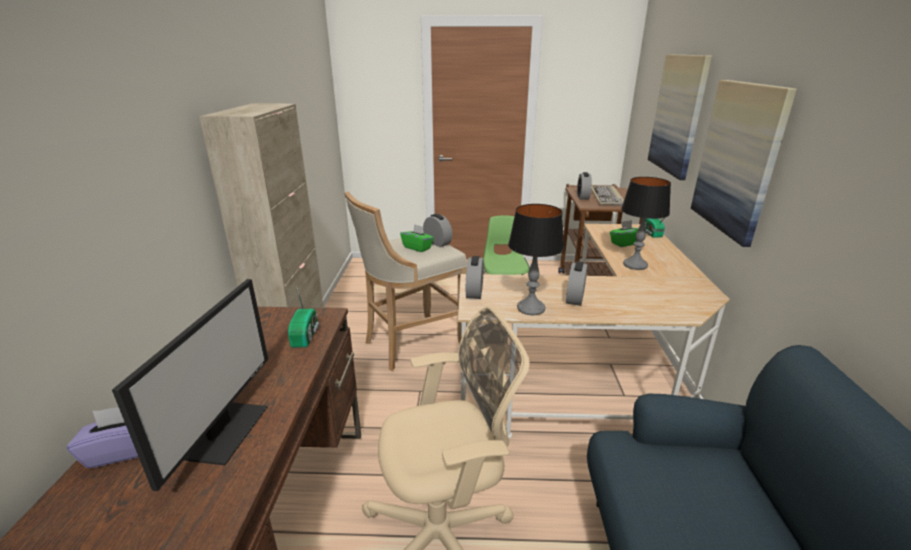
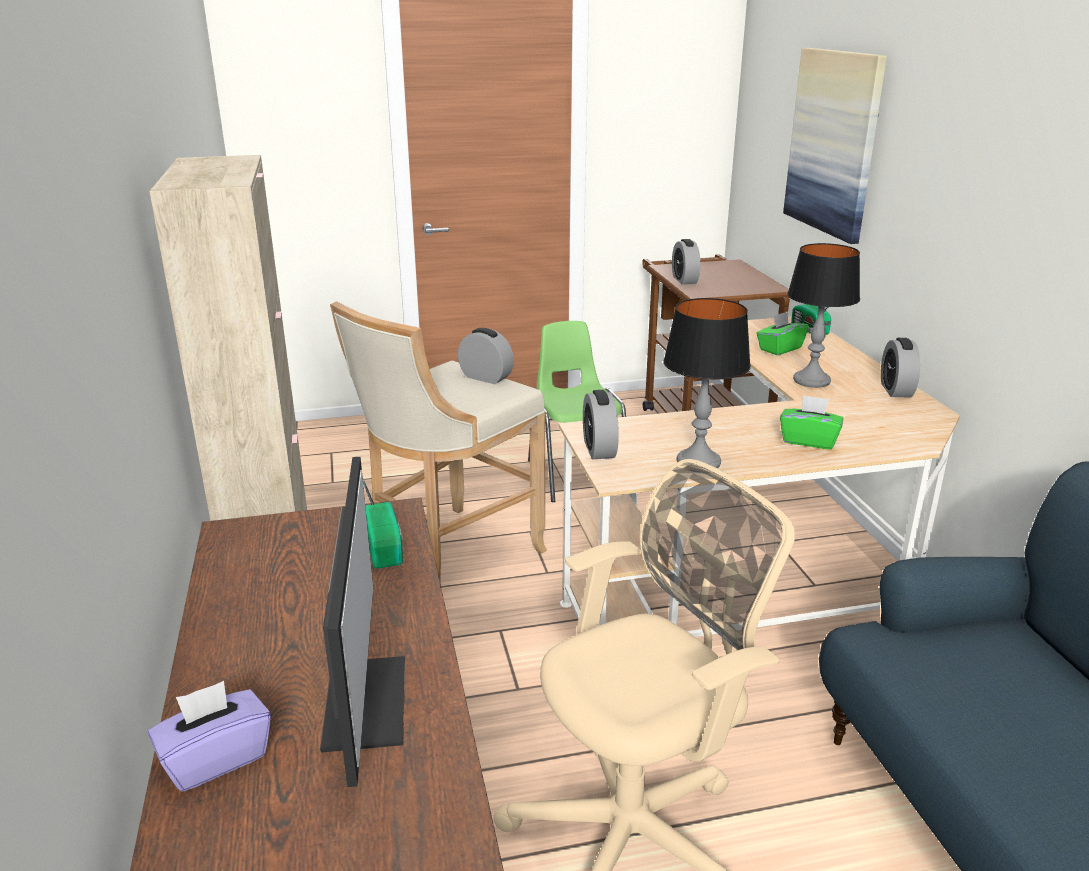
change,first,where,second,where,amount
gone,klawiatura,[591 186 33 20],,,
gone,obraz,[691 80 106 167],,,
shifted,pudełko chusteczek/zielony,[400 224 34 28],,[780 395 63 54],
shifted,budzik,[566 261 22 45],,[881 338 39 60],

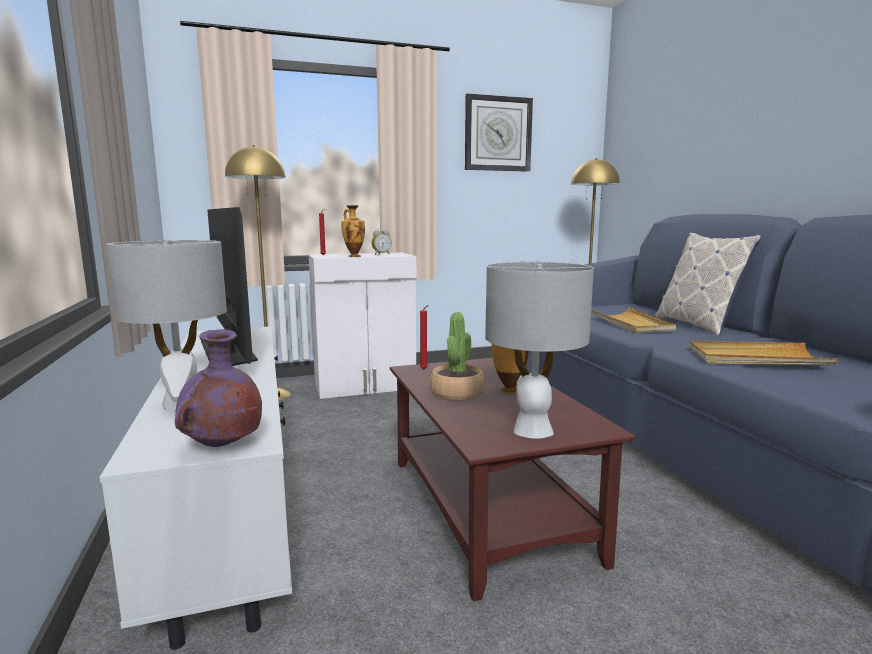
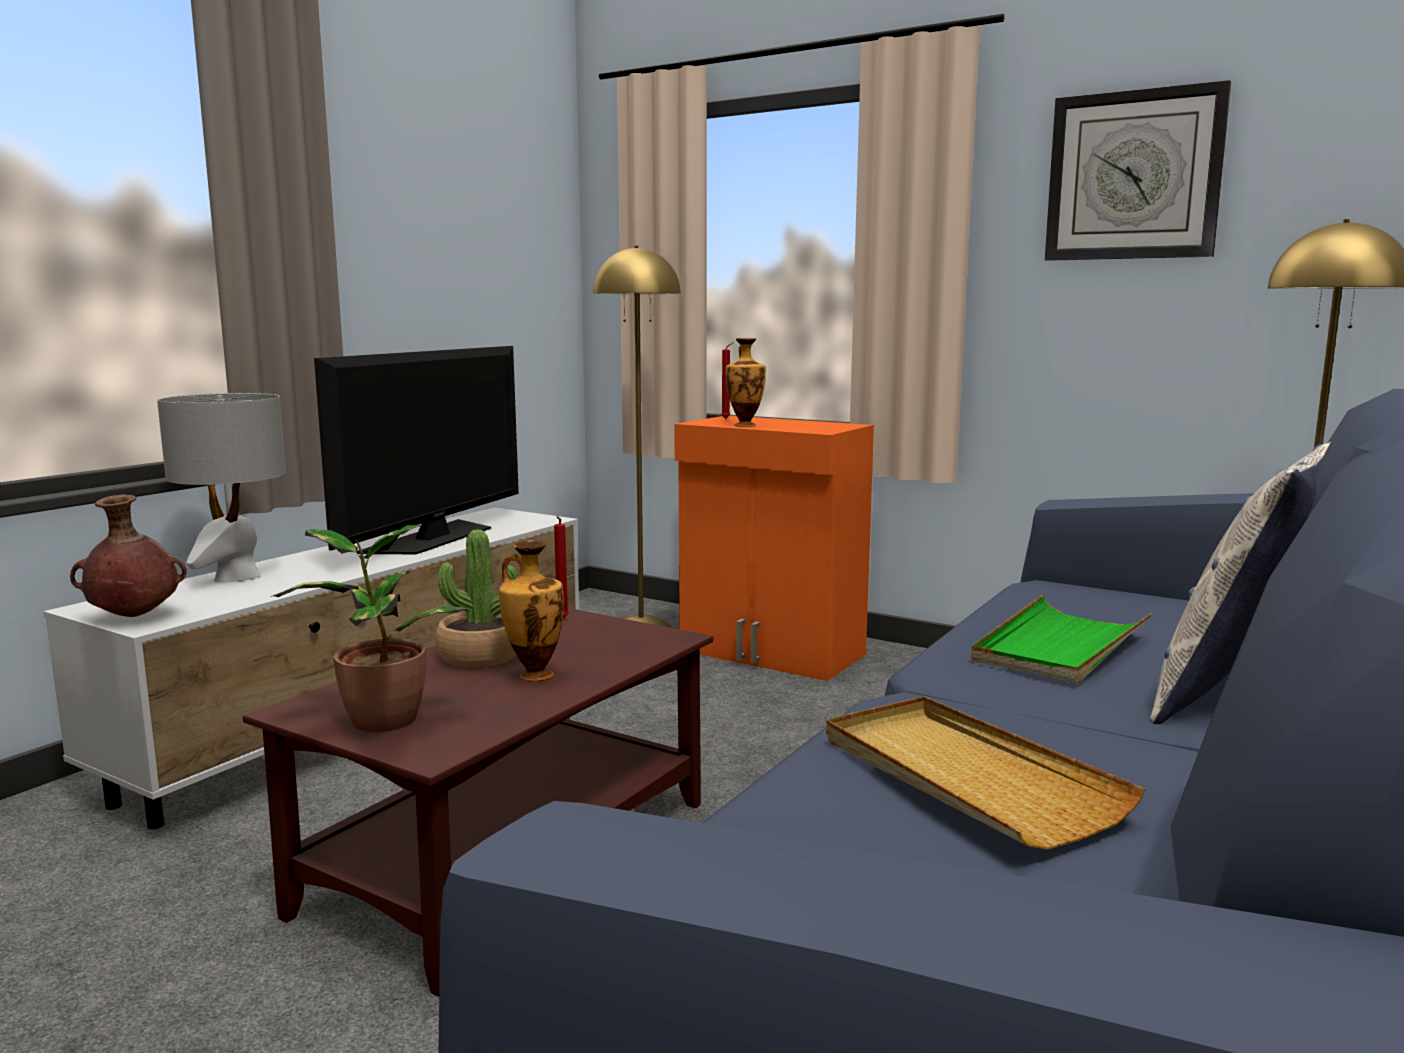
change,first,where,second,where,amount
gone,budzik,[372 230 19 25],,,
swapped,lampa stołowa/szary,[485 262 109 177],roślina doniczkowa,[271 525 197 207],
repainted,wazon/fioletowy,[175 329 87 118],wazon/brązowy,[70 494 117 123],
repainted,szafka/biały,[309 252 108 147],szafka/pomarańczowy,[674 416 200 265],
repainted,taca/beżowy,[591 308 85 25],taca/zielony,[971 595 181 89],

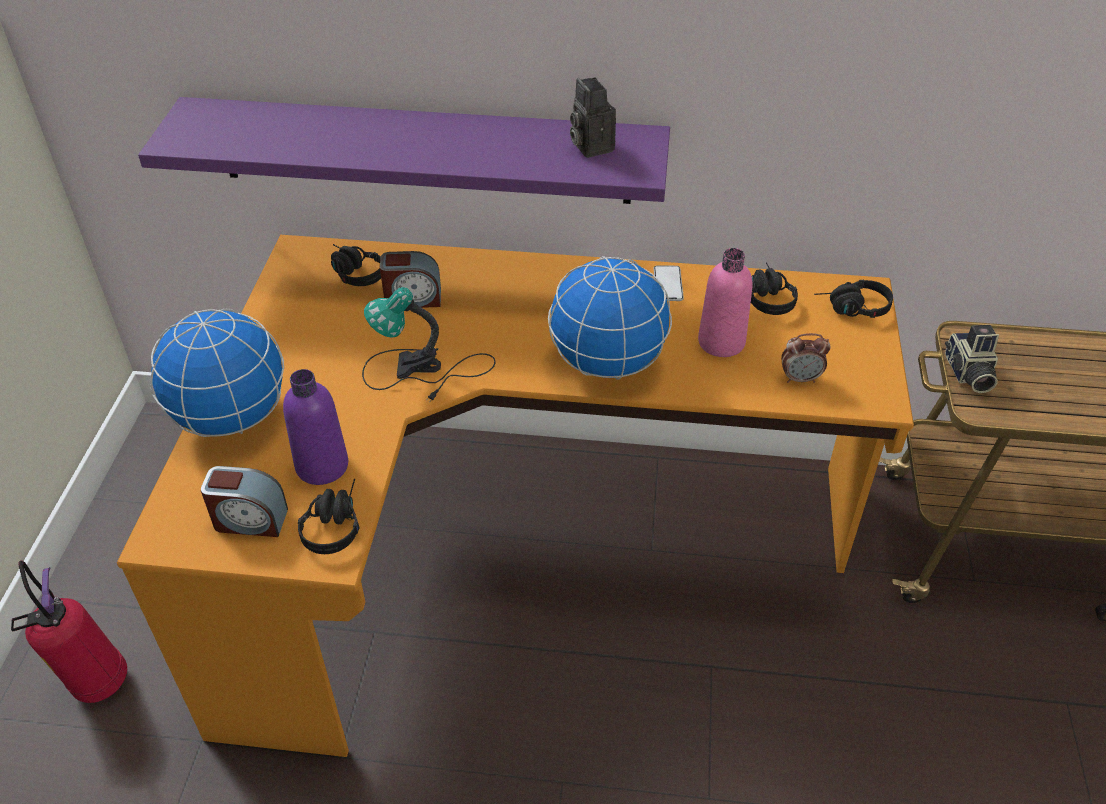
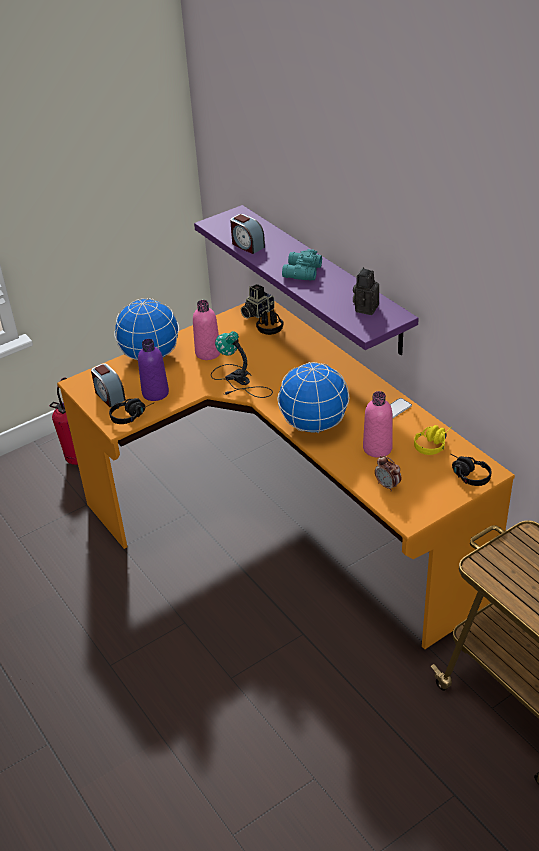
change,first,where,second,where,amount
new,,,butelka/różowy,[193 300 27 60],
new,,,lornetka/turkusowy,[282 249 40 32],
shifted,budzik,[380 251 61 57],,[230 214 35 40],
shifted,aparat fotograficzny,[945 325 54 68],,[241 284 34 35],
repainted,słuchawki/czarny,[751 262 47 53],słuchawki/żółty,[414 425 38 30],

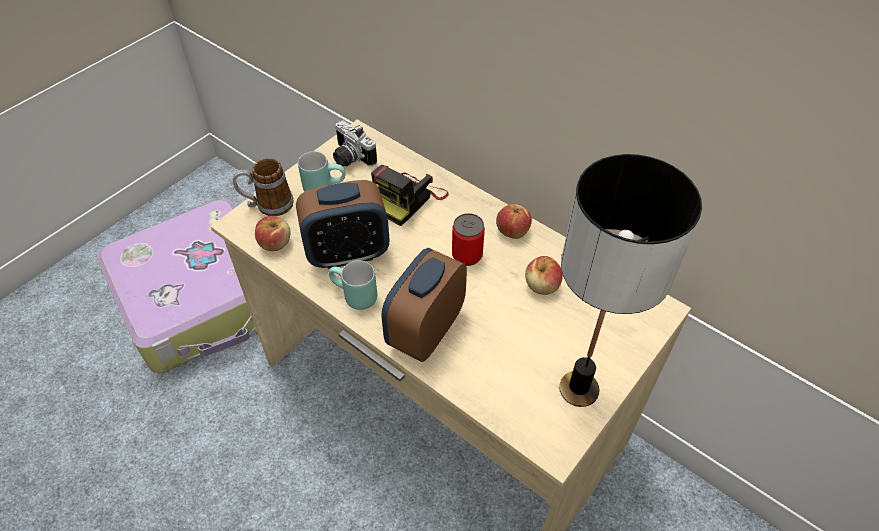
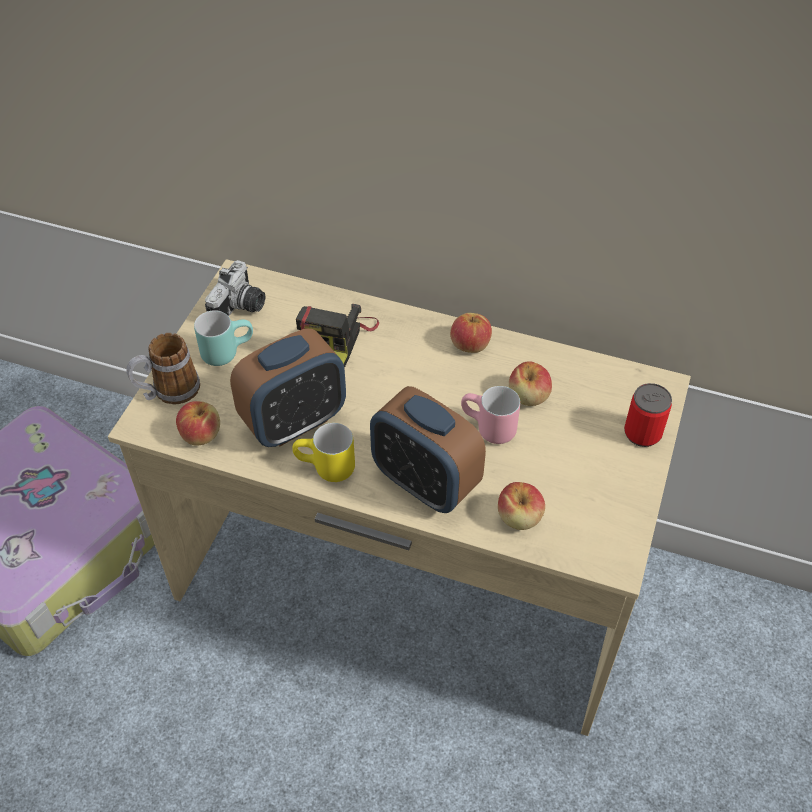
change,first,where,second,where,amount
gone,lampa stołowa,[559 154 143 253],,,
new,,,kubek/różowy,[461 386 59 58],
new,,,jabłko,[498 482 47 48],
shifted,puszka,[452 213 33 53],,[624 383 48 64],
repainted,kubek/turkusowy,[329 260 48 50],kubek/żółty,[292 423 63 59],
rotated,aparat fotograficzny,[333 120 44 46],,[205 260 60 56],90 degrees counterclockwise
rotated,budzik,[382 248 85 114],,[370 386 116 127],60 degrees counterclockwise

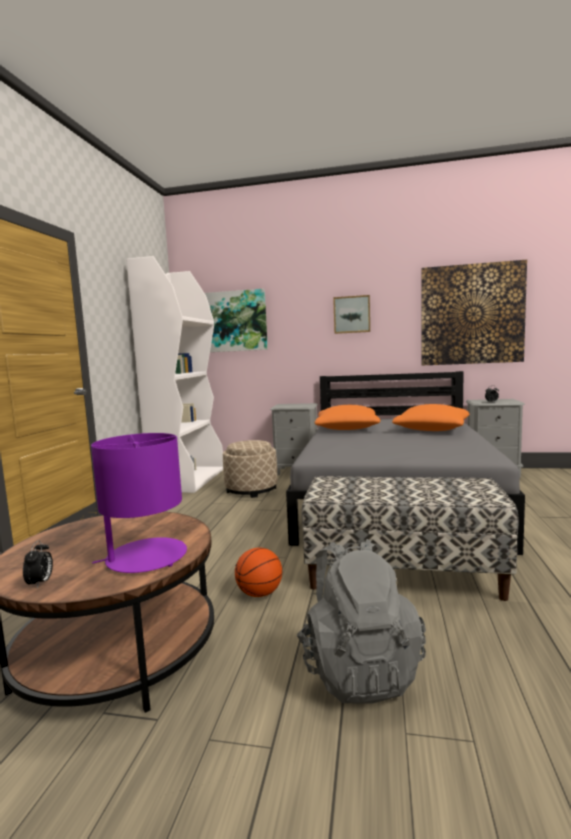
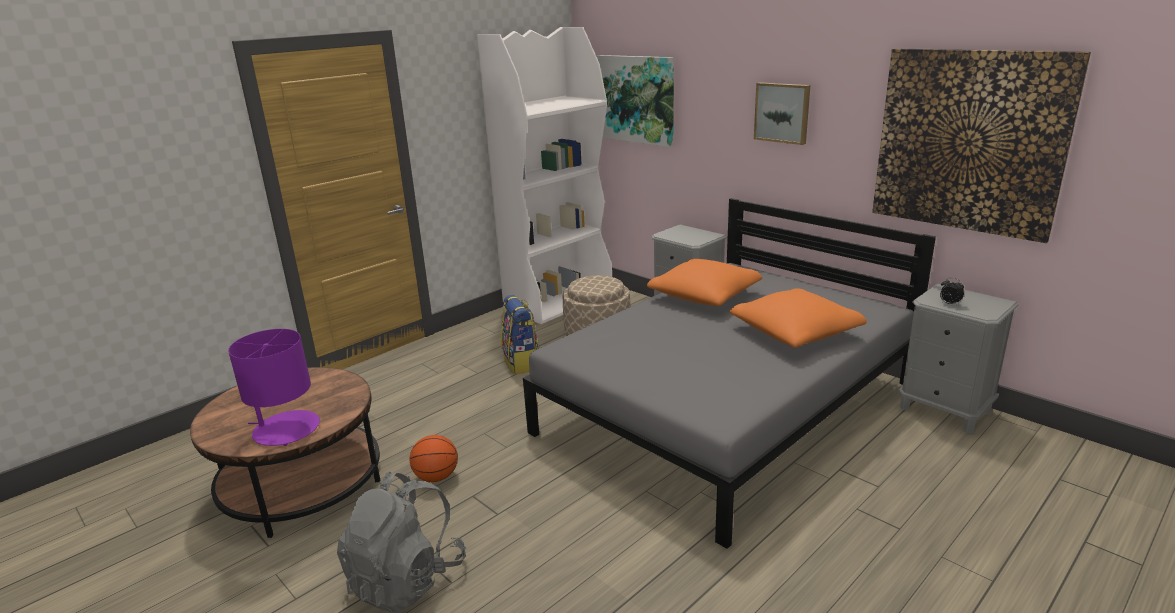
change,first,where,second,where,amount
gone,budzik,[23 540 30 49],,,
gone,ławka,[301 476 218 125],,,
new,,,plecak,[501 295 38 80],

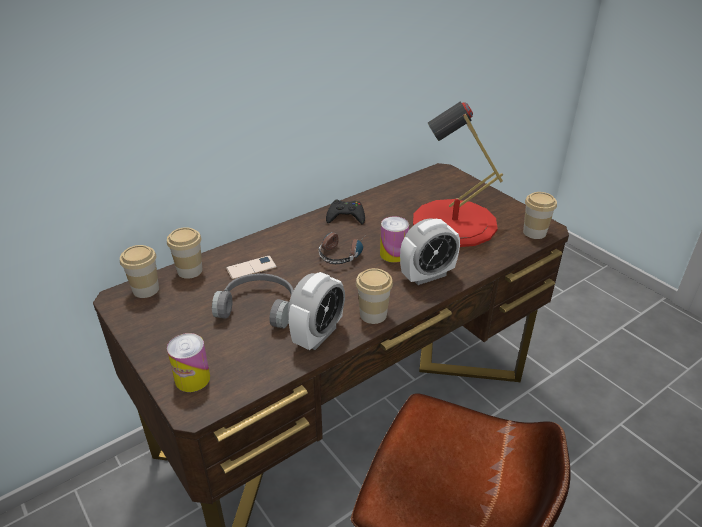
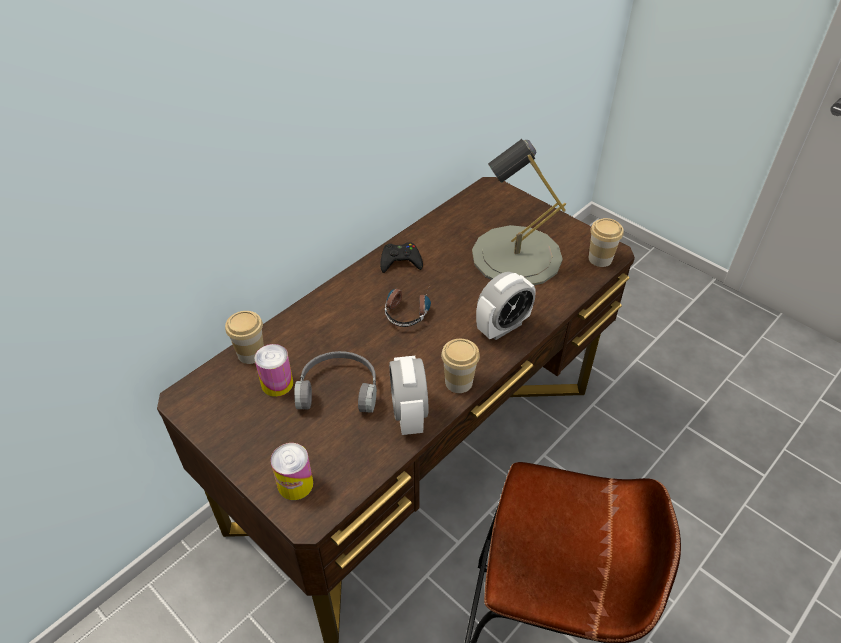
change,first,where,second,where,amount
gone,filiżanka,[120 245 39 53],,,
gone,telefon,[226 256 51 24],,,
shifted,puszka,[380 217 29 46],,[255 344 38 53],
repainted,lampa stołowa/czerwony,[413 102 90 145],lampa stołowa/szary,[472 139 94 146],
rotated,budzik,[288 272 57 78],,[389 356 40 79],150 degrees clockwise

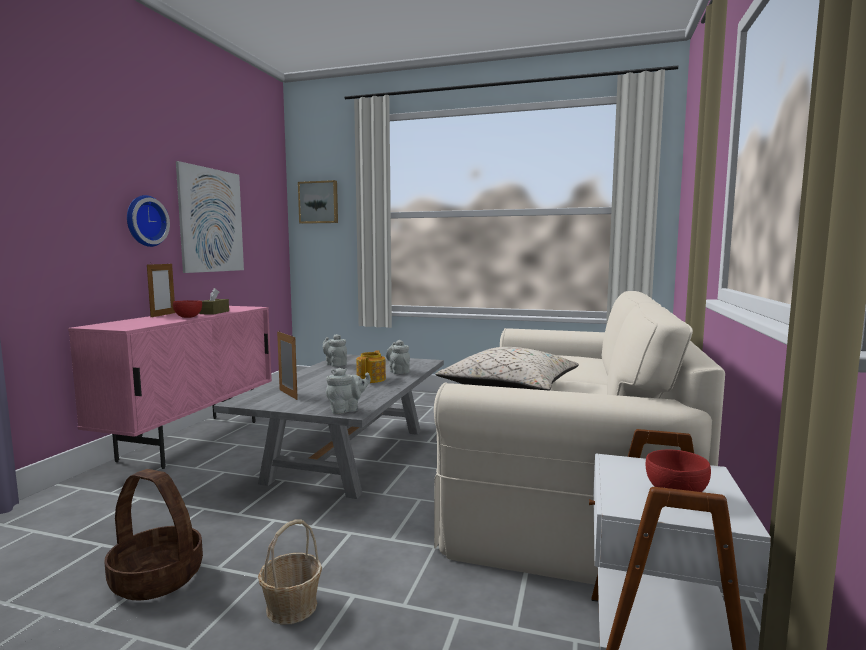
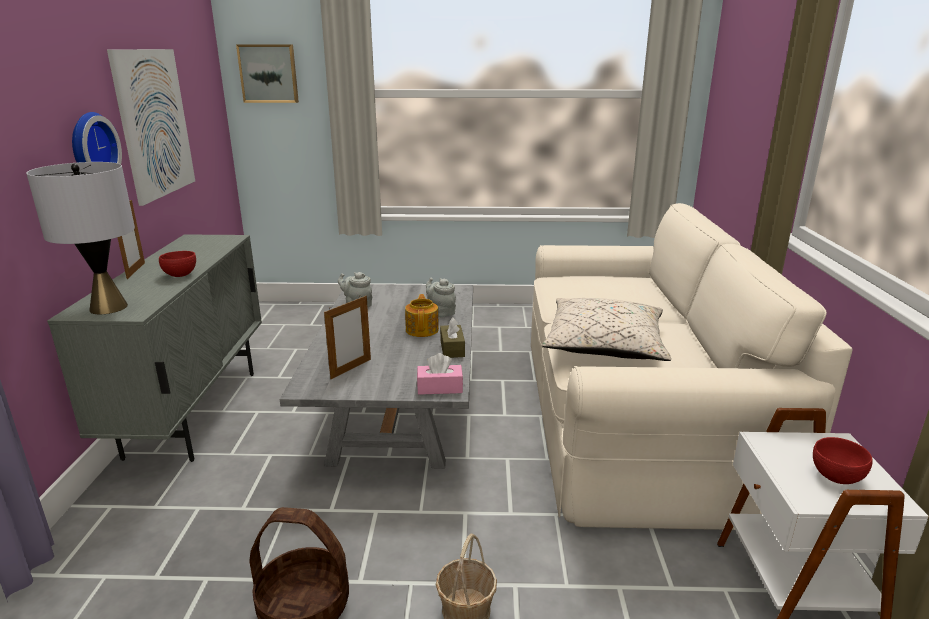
change,first,where,second,where,amount
new,,,lampa stołowa/szary,[26 162 109 152],
shifted,pudełko chusteczek/brązowy,[199 288 30 27],,[440 318 25 40],
swapped,imbryk/szary,[326 368 45 46],pudełko chusteczek/różowy,[417 353 46 42],
repainted,szafka/różowy,[68 306 204 163],szafka/szary,[47 235 215 227],
rotated,ramka na zdjęcie,[277 331 21 69],,[324 295 47 84],90 degrees clockwise

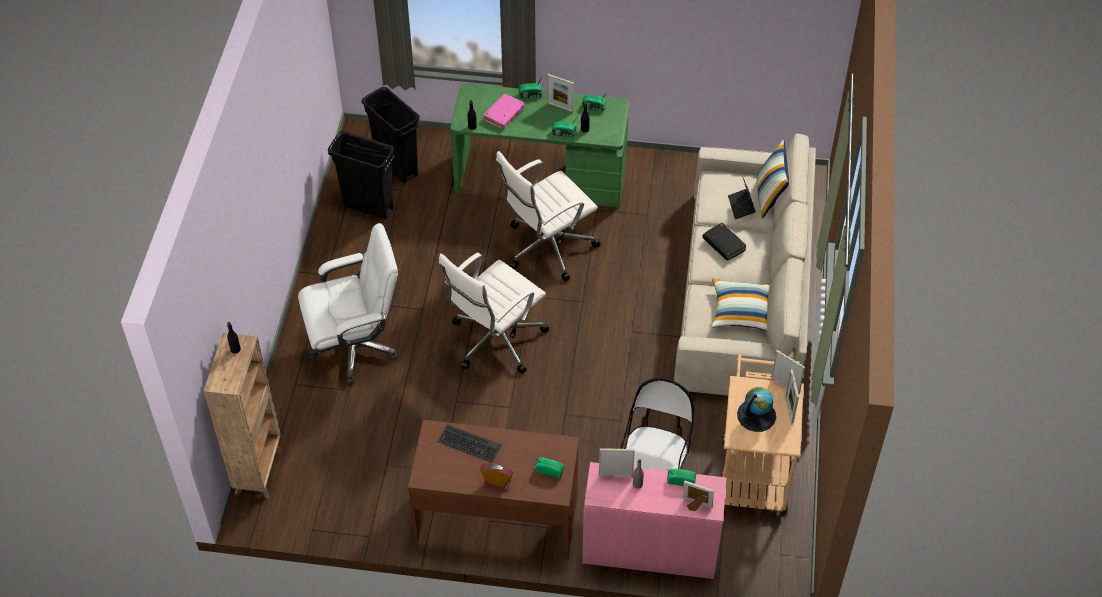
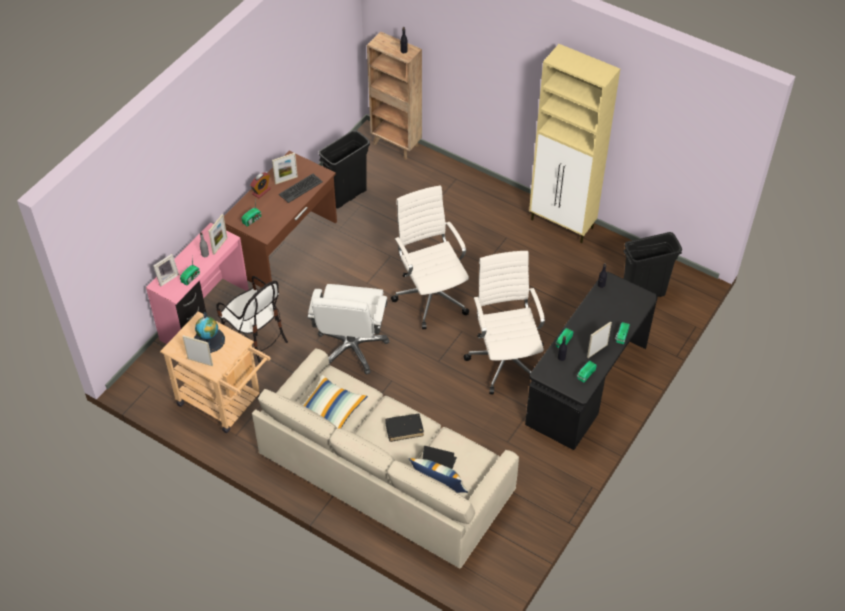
change,first,where,second,where,amount
gone,książka/różowy,[484 94 41 35],,,
new,,,szafka/beżowy,[529 44 91 199],
shifted,krzesło biurowe/biały,[298 223 100 160],,[308 284 81 90],
shifted,kosz na śmieci/czarny,[328 131 67 88],,[319 130 51 79],
shifted,ramka na zdjęcie,[771 350 34 44],,[272 153 26 32],
repainted,biurko/zielony,[450 84 179 123],biurko/czarny,[525 272 133 178],

